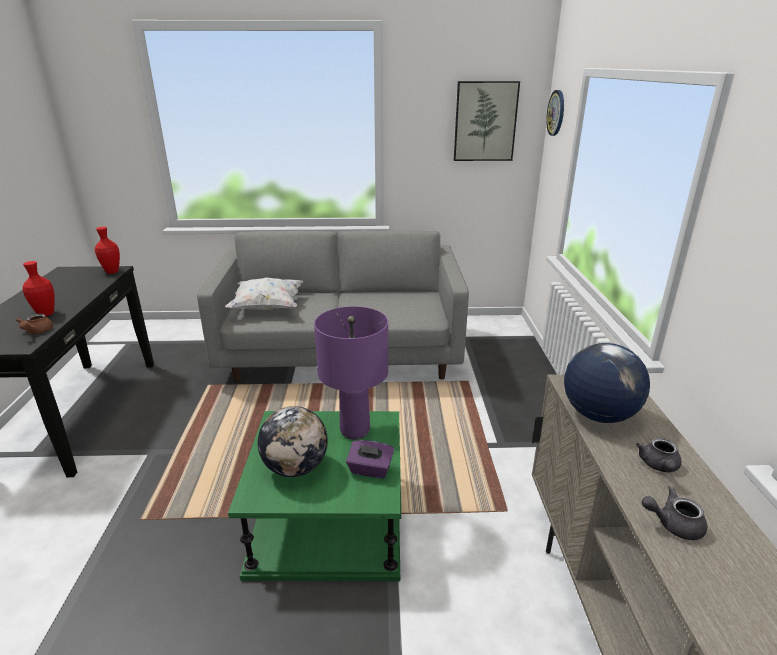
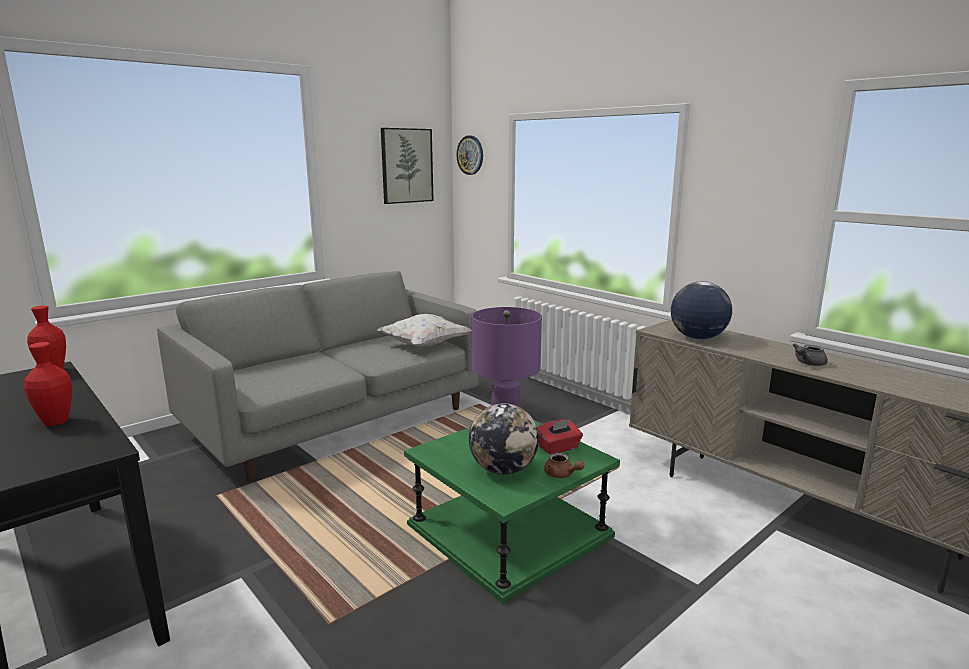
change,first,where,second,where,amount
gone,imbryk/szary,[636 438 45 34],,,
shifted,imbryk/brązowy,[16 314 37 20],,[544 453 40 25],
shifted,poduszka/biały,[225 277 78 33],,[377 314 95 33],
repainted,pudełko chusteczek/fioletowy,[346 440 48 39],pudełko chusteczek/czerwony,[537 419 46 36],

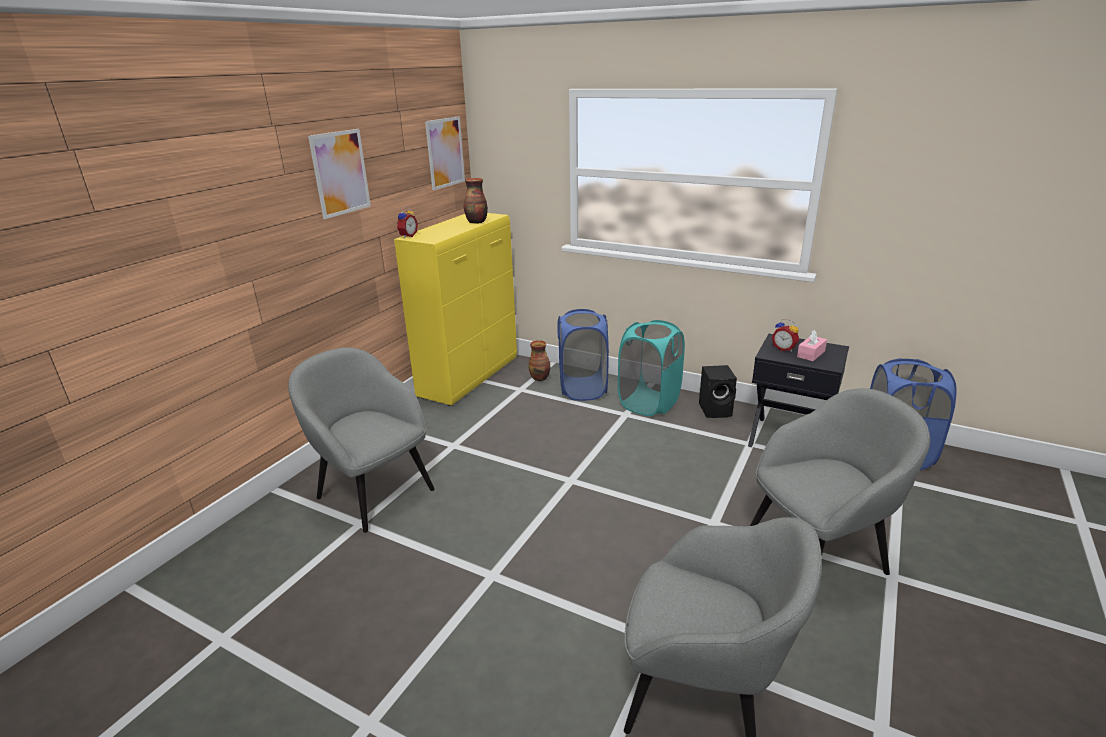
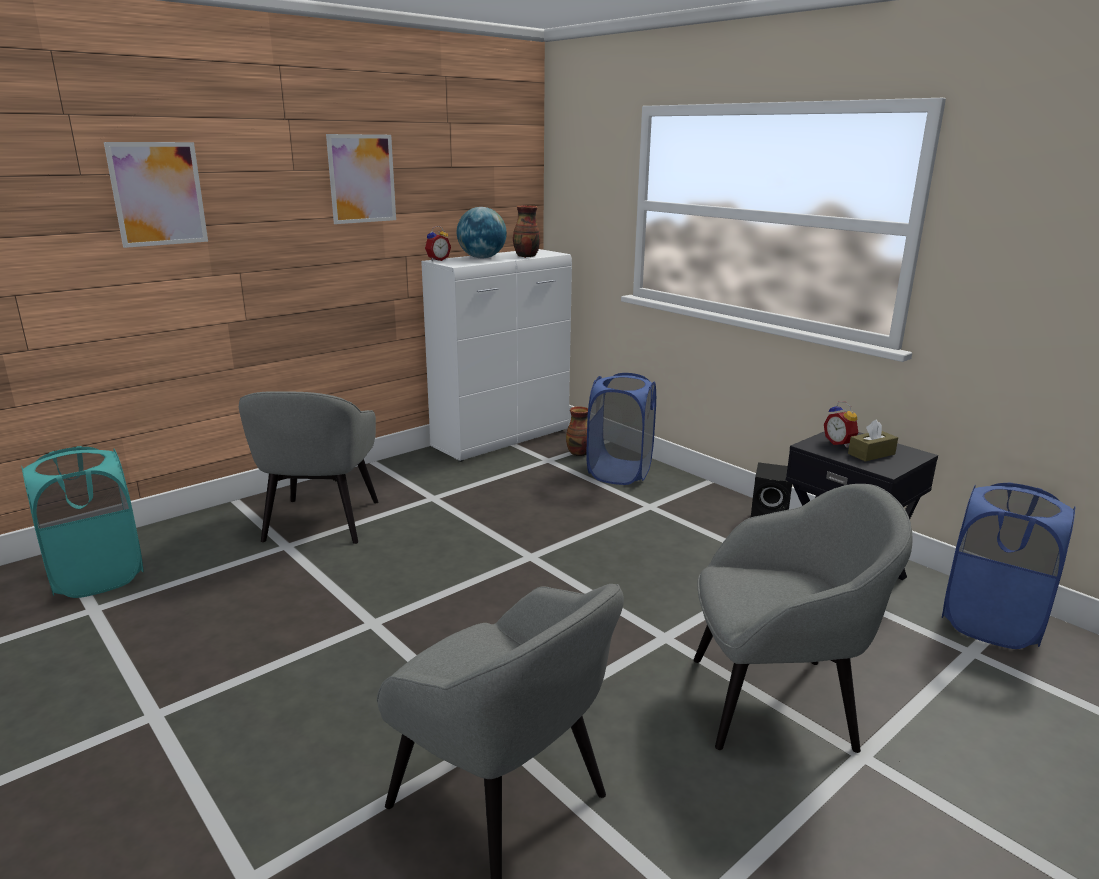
change,first,where,second,where,amount
new,,,globus,[456 207 51 51],
shifted,obraz,[425 116 40 74],,[104 142 104 106],
shifted,kosz na pranie/turkusowy,[618 320 67 96],,[21 446 123 152],
repainted,szafka/żółty,[394 213 123 193],szafka/biały,[421 249 151 213],
repainted,pudełko chusteczek/różowy,[797 330 30 31],pudełko chusteczek/brązowy,[848 419 50 43],
rotated,fotel/szary,[288 347 147 186],,[239 391 139 153],150 degrees counterclockwise

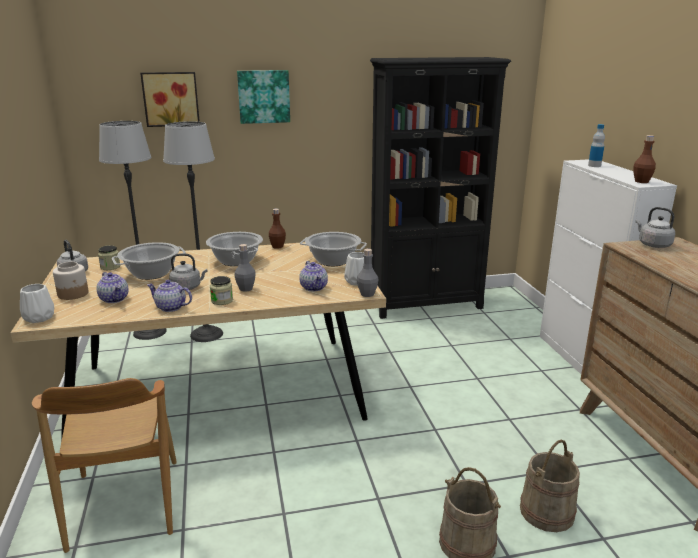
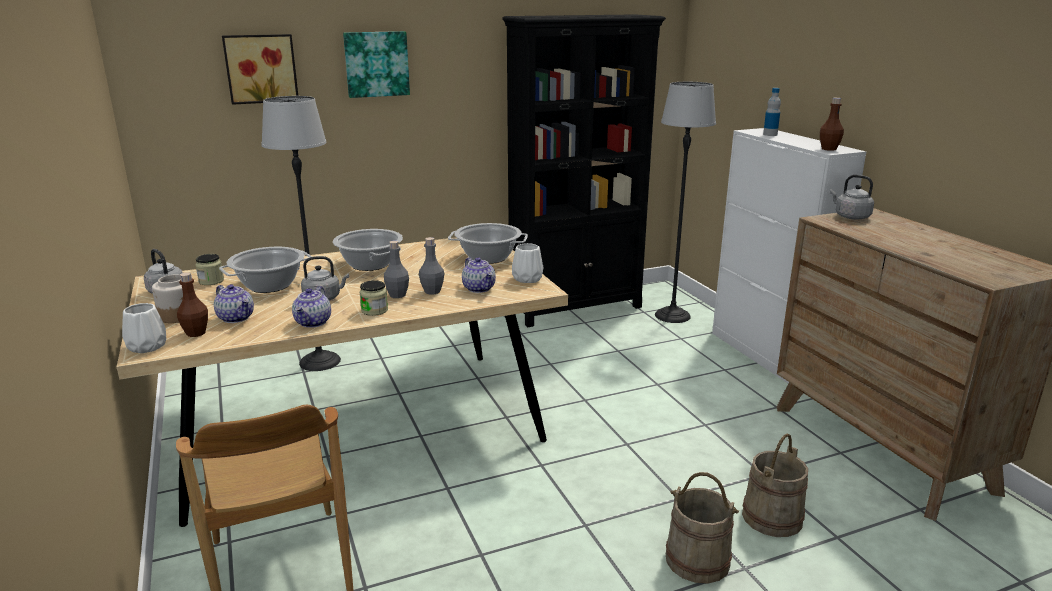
change,first,where,second,where,amount
shifted,lampa stojąca,[99 121 68 219],,[655 82 61 241],
shifted,butelka/brązowy,[269 209 17 40],,[177 272 31 65],
shifted,butelka/szary,[357 249 21 48],,[419 237 25 58],
rotated,imbryk,[147 280 45 32],,[292 286 39 42],90 degrees counterclockwise

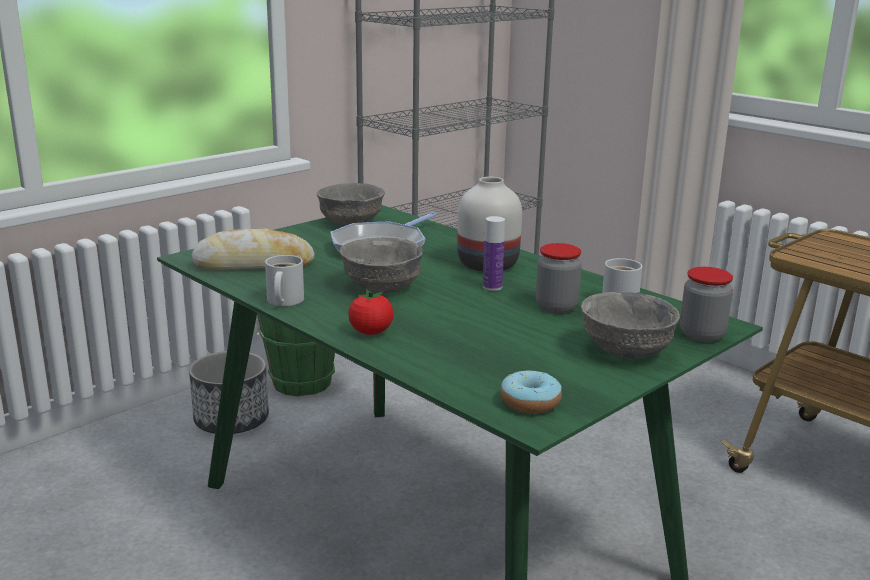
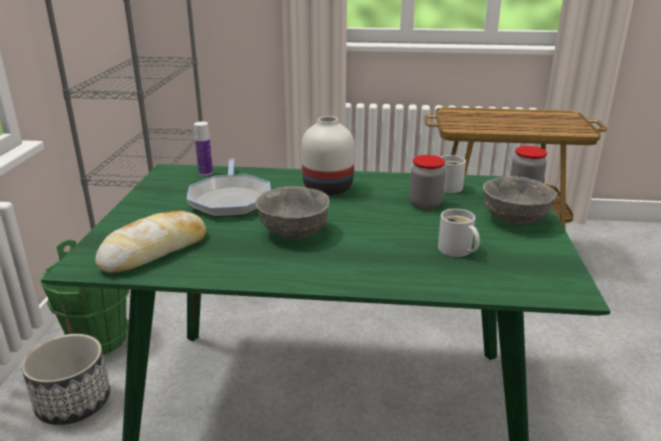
change,first,where,second,where,amount
gone,miska/szary,[317 183 68 43],,,
gone,pomidor,[348 289 46 46],,,
gone,donut,[500 371 62 42],,,
shifted,kubek/biały,[265 255 39 51],,[438 209 42 48],
shifted,butelka,[483 216 22 75],,[194 122 19 54],

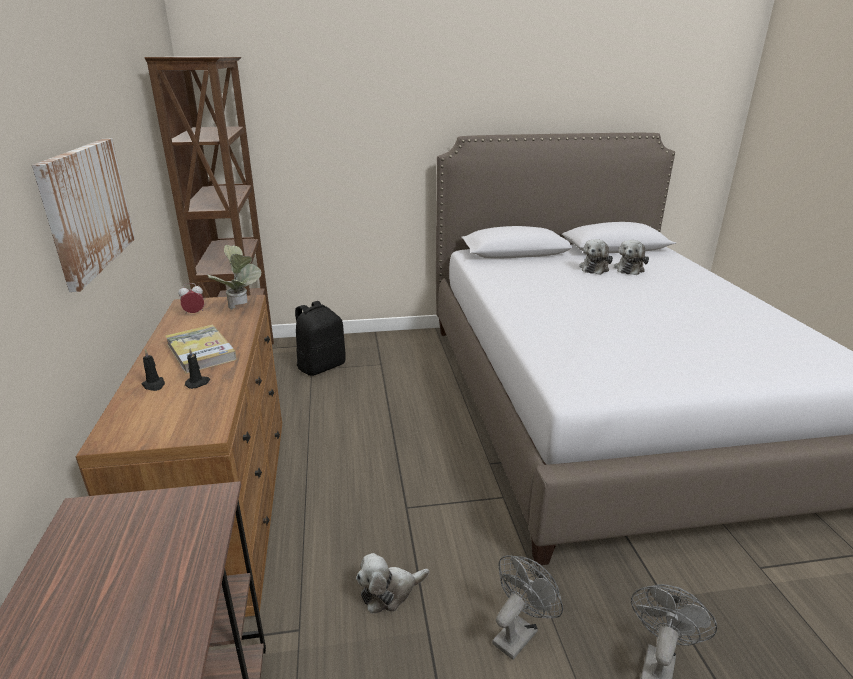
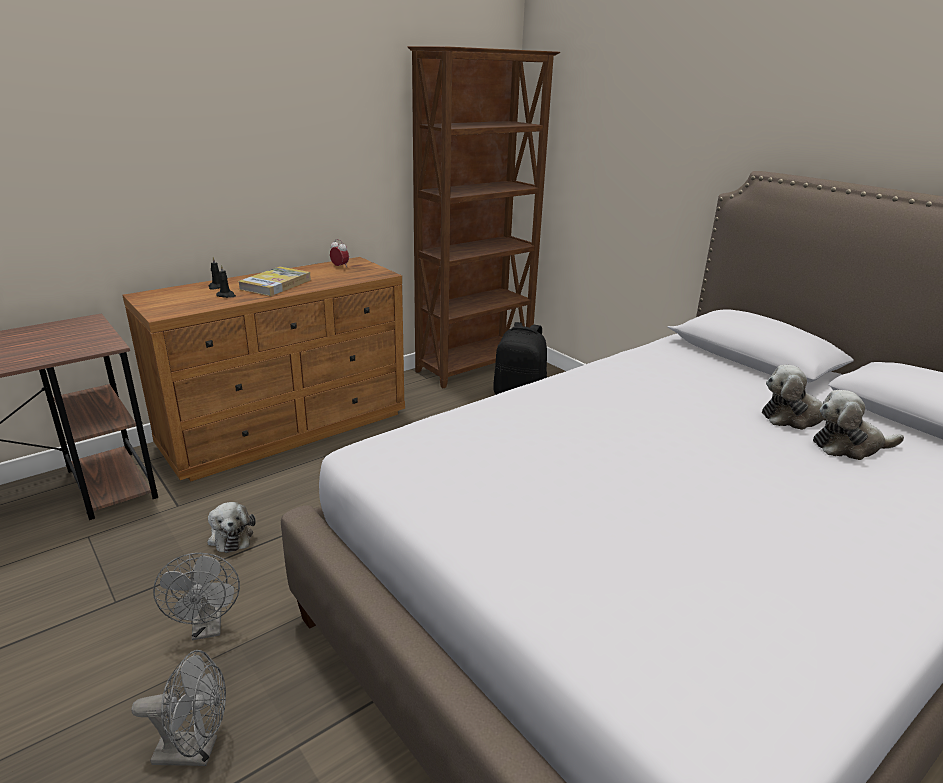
change,first,where,second,where,amount
gone,obraz,[32 139 103 153],,,
gone,roślina doniczkowa,[208 245 53 65],,,
rotated,pluszak,[356 553 73 60],,[207 502 49 51],150 degrees counterclockwise
rotated,wentylator/szary,[492 555 71 105],,[153 553 87 87],60 degrees clockwise

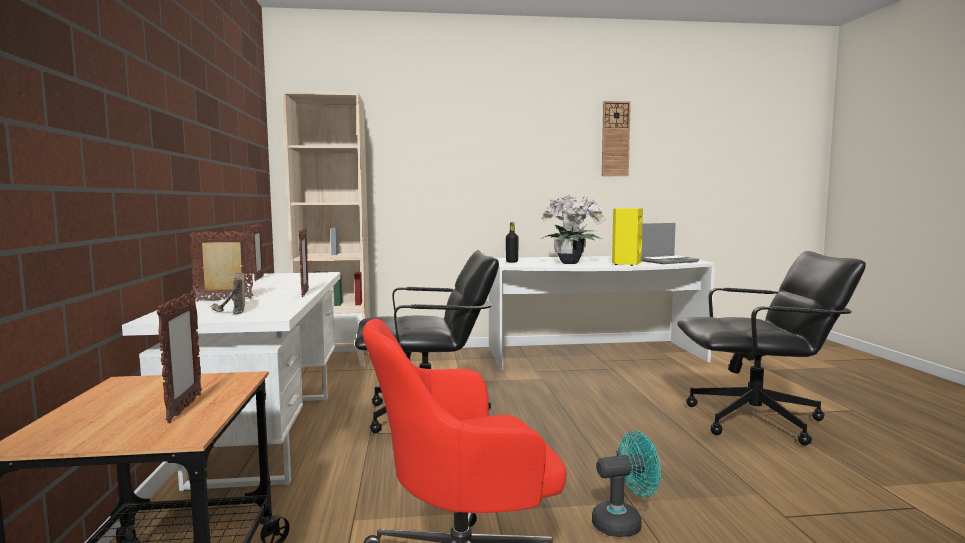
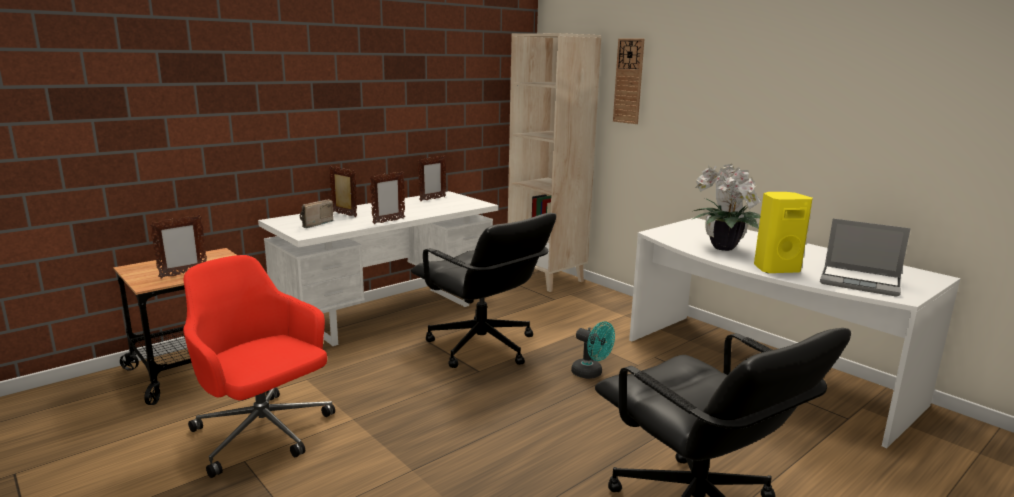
change,first,where,second,where,amount
gone,butelka/czarny,[506 222 13 41],,,
shifted,wentylator/turkusowy,[592 431 69 106],,[571 321 44 58],
shifted,zegar ścienny,[602 101 29 75],,[613 39 31 85],

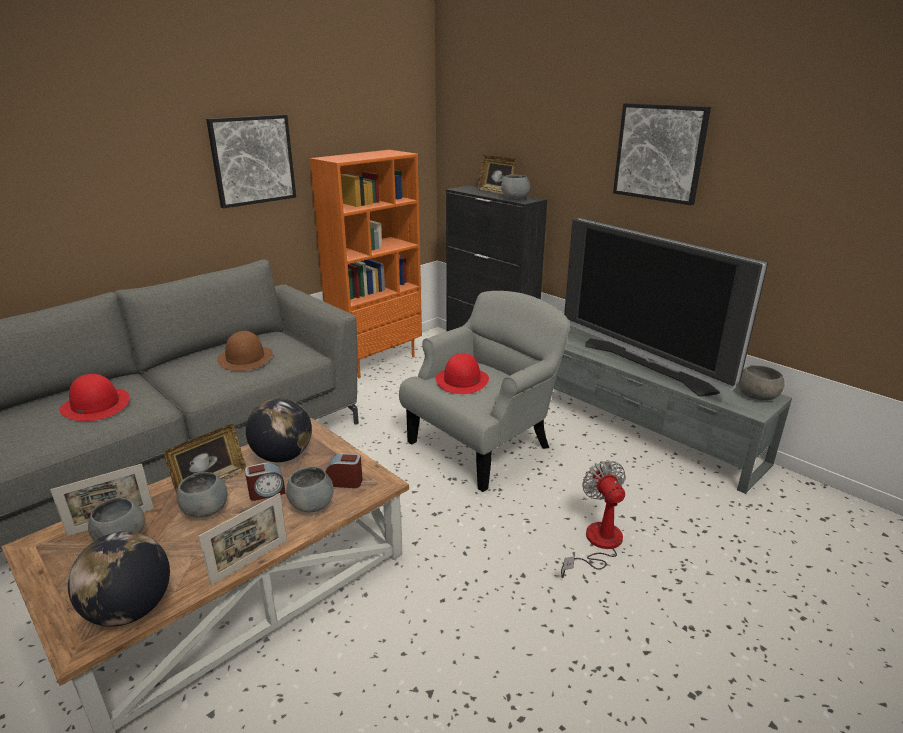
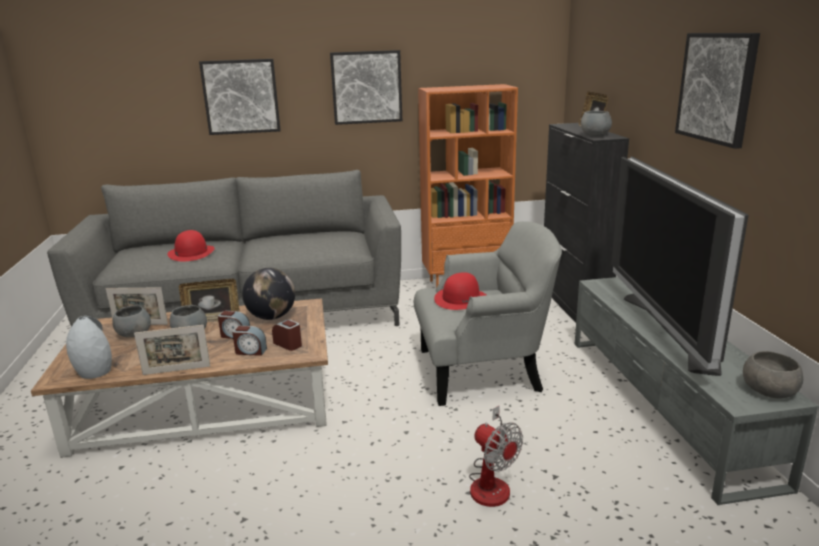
change,first,where,second,where,amount
gone,kapelusz/brązowy,[217 331 56 40],,,
new,,,obraz,[199 59 82 76],
swapped,globus,[68 531 102 96],wazon/szary,[66 316 46 63],
swapped,miska/szary,[286 467 48 45],budzik,[232 326 35 30],
rotated,wentylator,[561 460 65 118],,[469 406 54 101],120 degrees clockwise

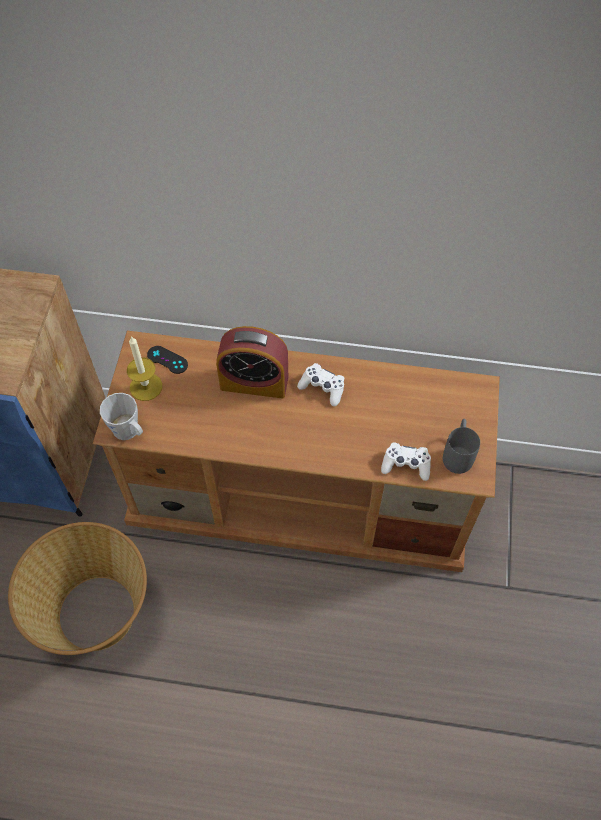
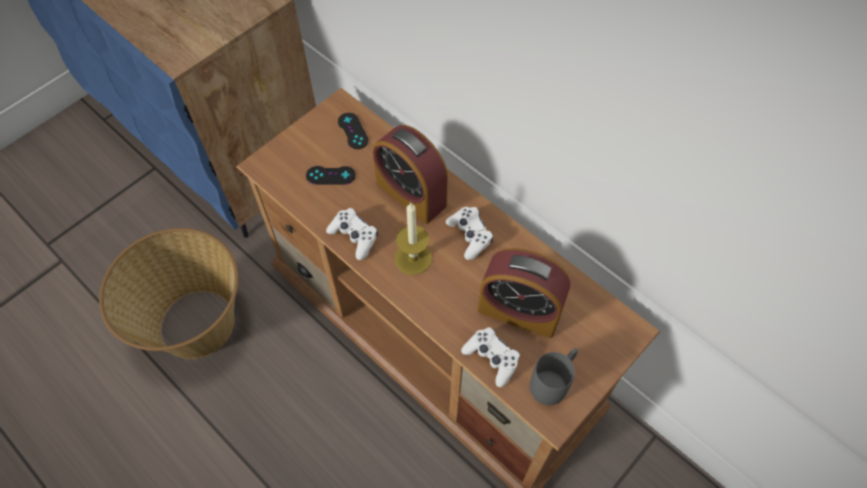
change,first,where,second,where,amount
gone,kubek/szary,[100 393 43 47],,,
new,,,pad do gier/czarny,[306 166 50 19],
new,,,pad do gier/biały,[326 208 52 52],
new,,,budzik,[478 248 92 90],
shifted,świeca,[127 336 35 65],,[394 202 38 73],

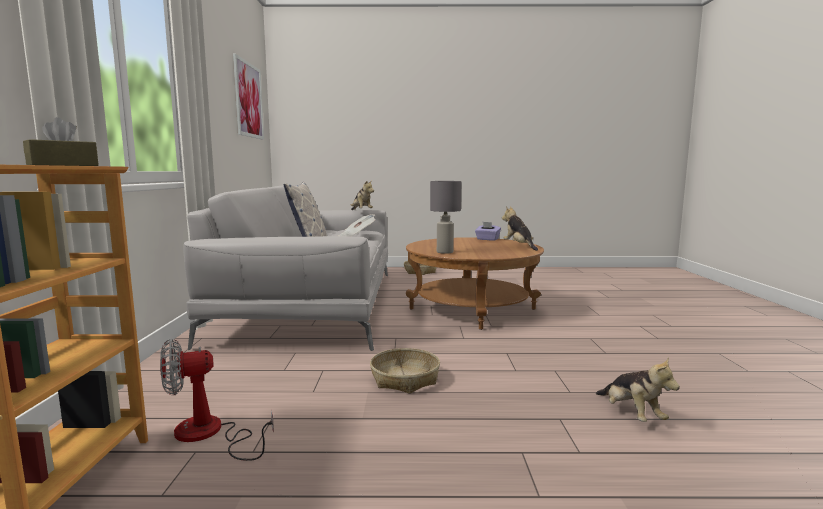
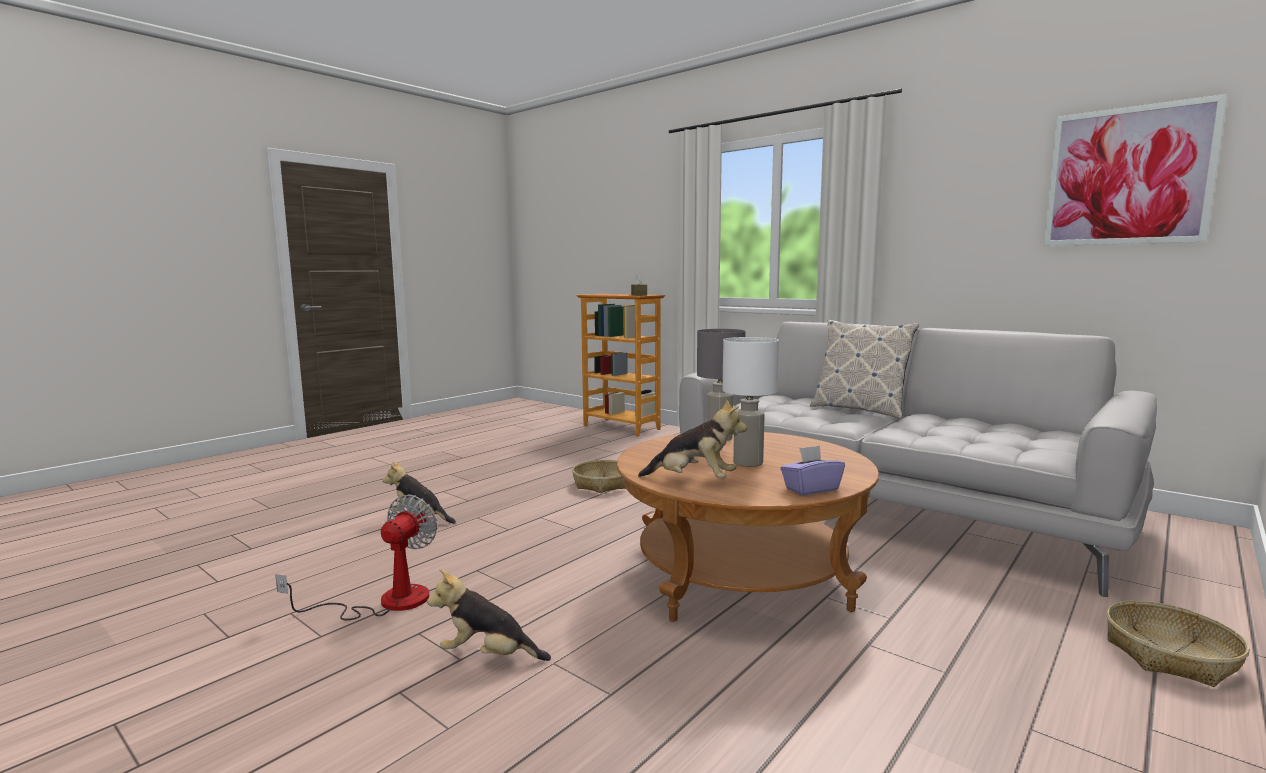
change,first,where,second,where,amount
gone,gazeta,[338 214 37 23],,,
new,,,lampa stołowa/biały,[722 337 57 130],
shifted,wentylator,[160 339 114 122],,[275 495 162 125],
shifted,pluszak,[351 180 23 30],,[427 569 124 92],

